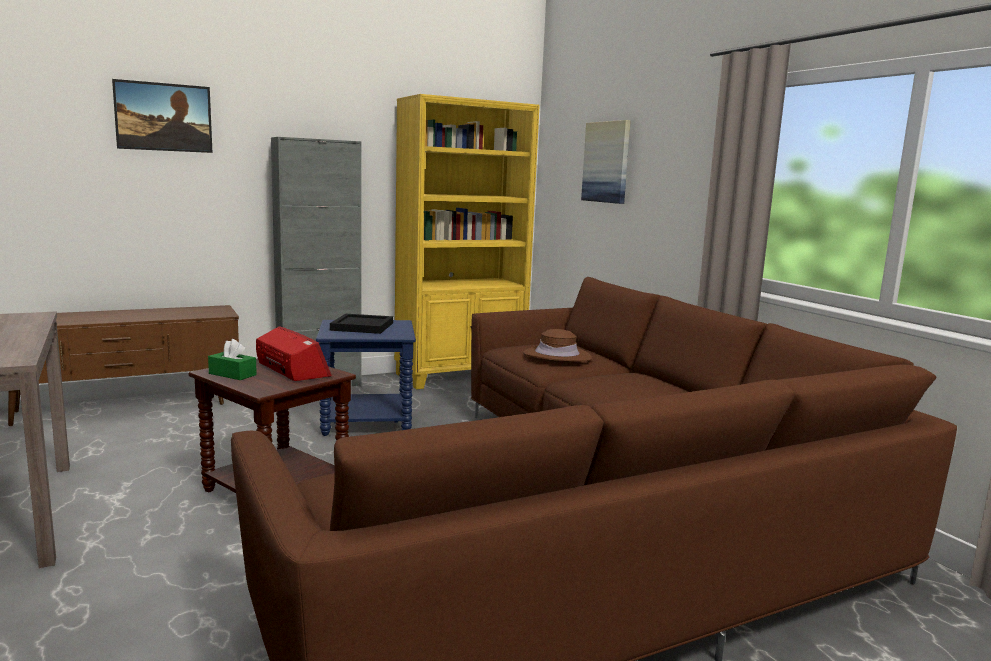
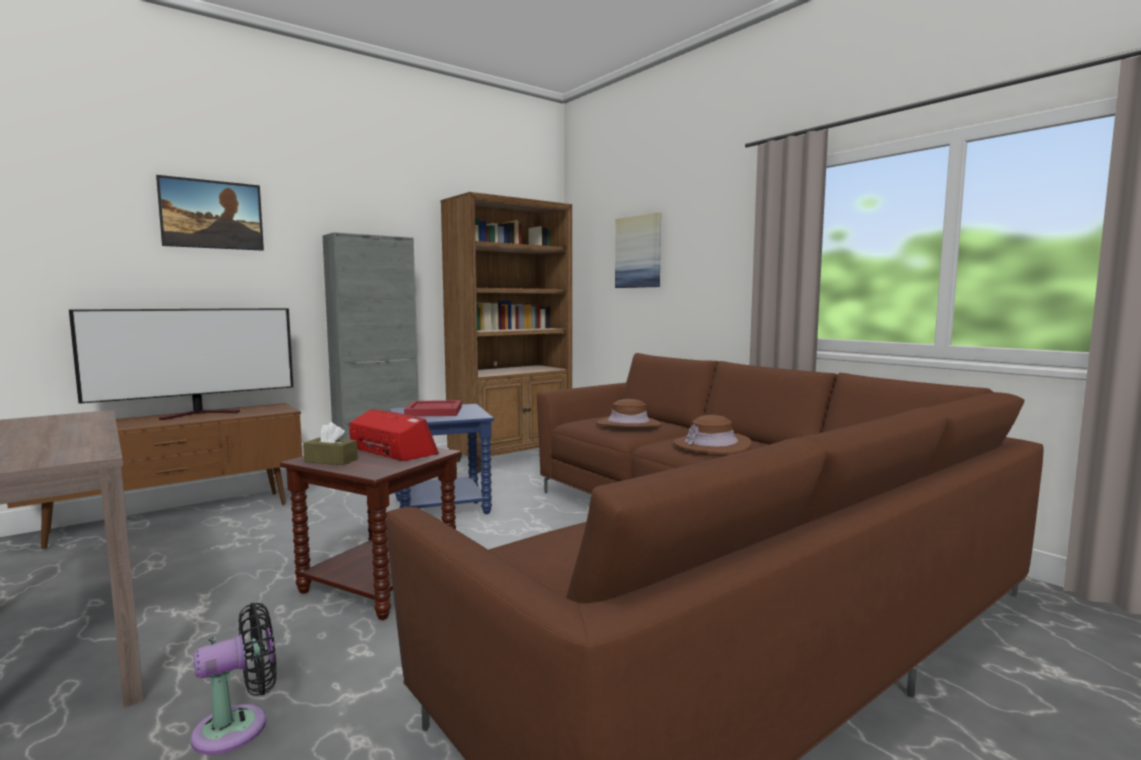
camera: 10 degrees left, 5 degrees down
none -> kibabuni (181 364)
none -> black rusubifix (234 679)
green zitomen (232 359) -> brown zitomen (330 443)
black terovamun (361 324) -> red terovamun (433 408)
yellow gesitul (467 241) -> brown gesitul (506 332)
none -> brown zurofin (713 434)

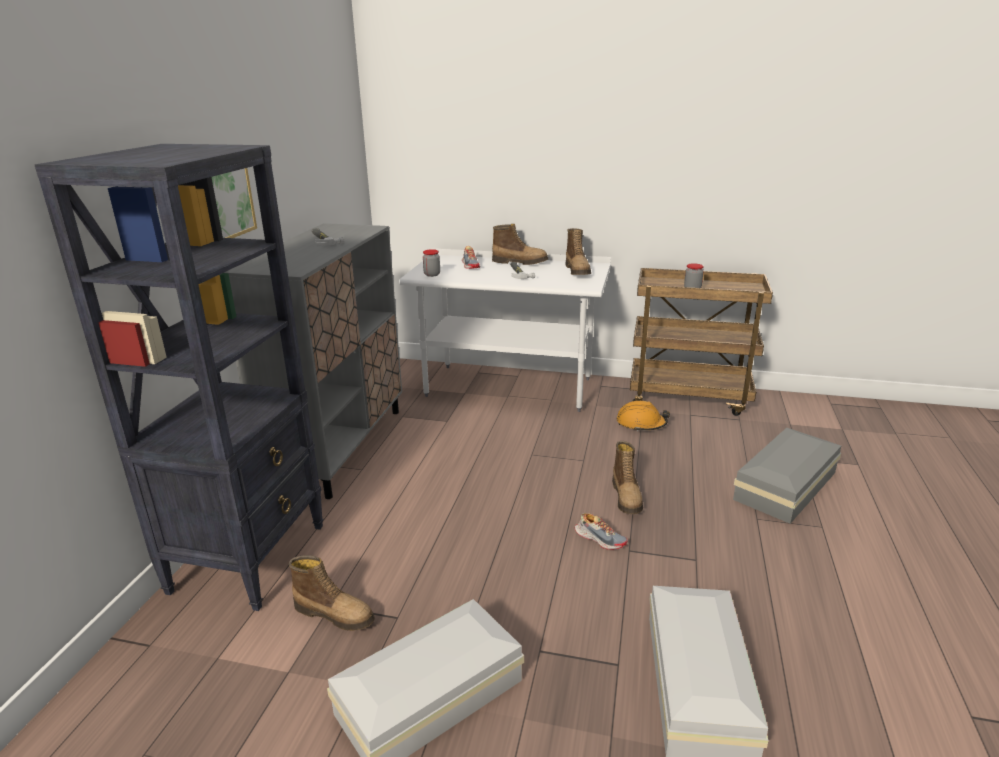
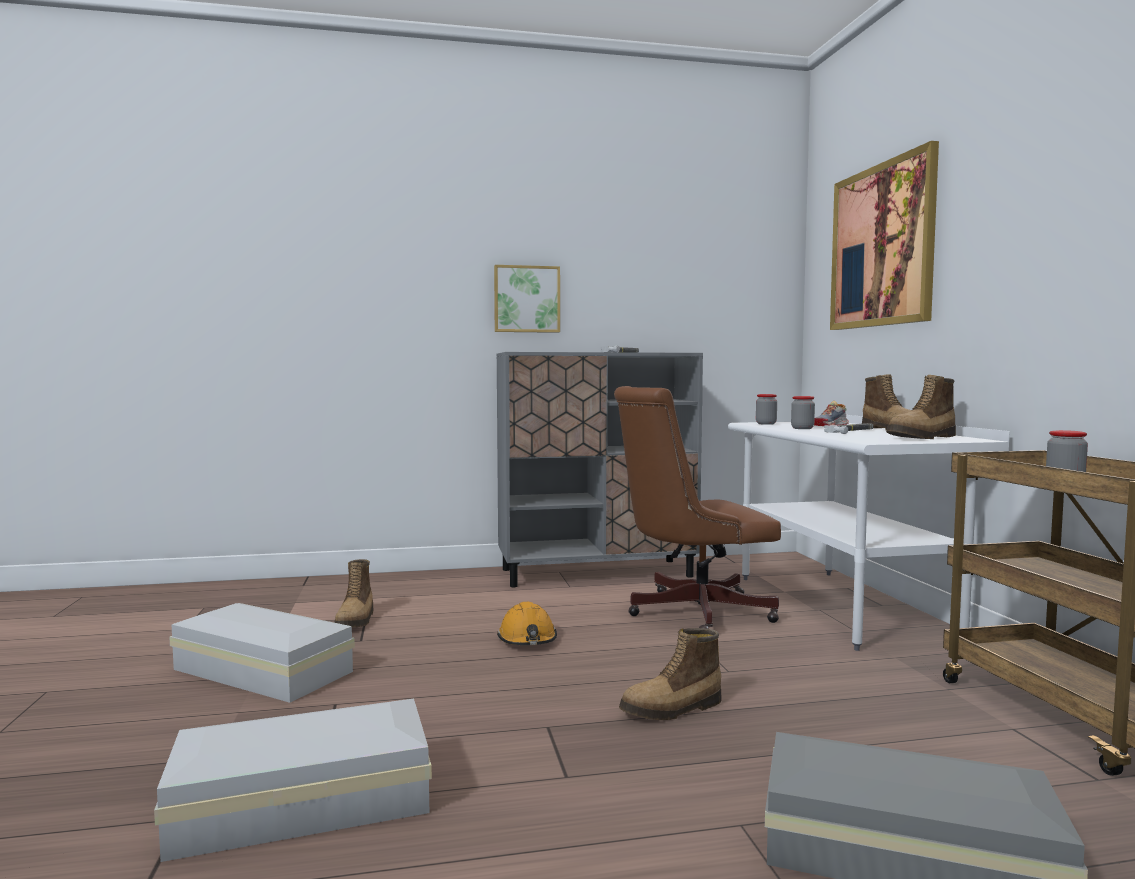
camera: 65 degrees right, 20 degrees down
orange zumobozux (643 416) -> orange zumobozux (527 623), shifted
none -> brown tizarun (697 507)
none -> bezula (803 412)
none -> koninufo (884 235)
black gesitul (179 377) -> none
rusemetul (601 531) -> none

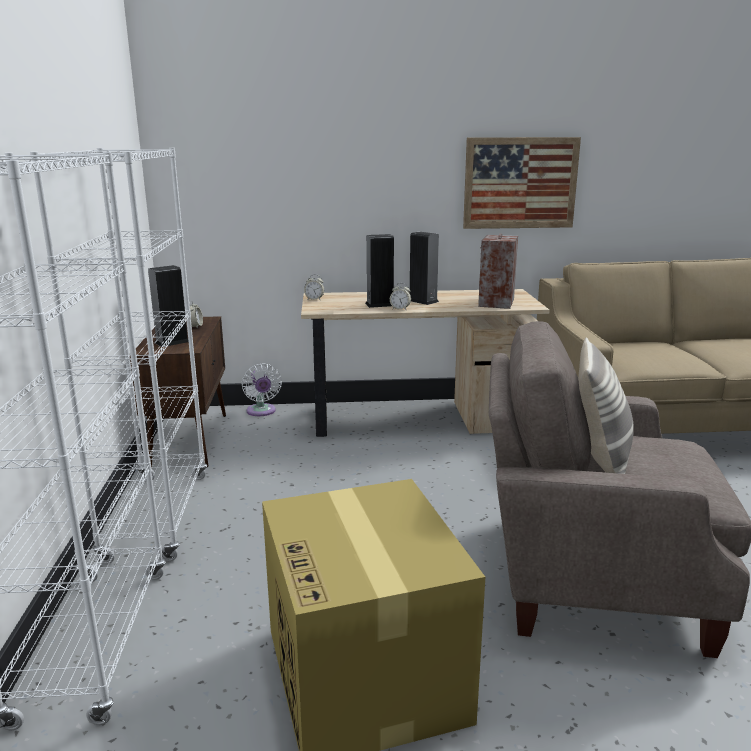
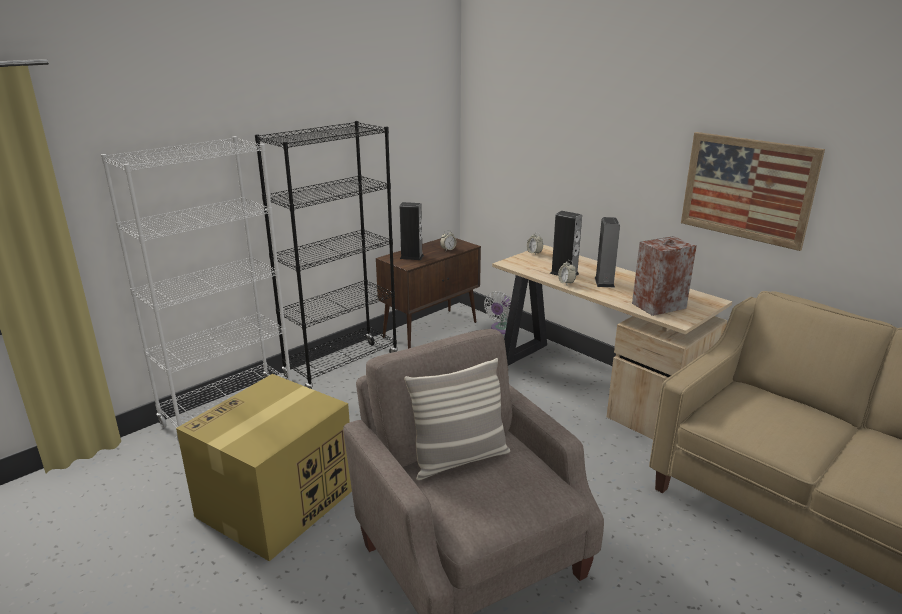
camera: 50 degrees right, 5 degrees up
white gesitul (118 356) -> black gesitul (326 255)

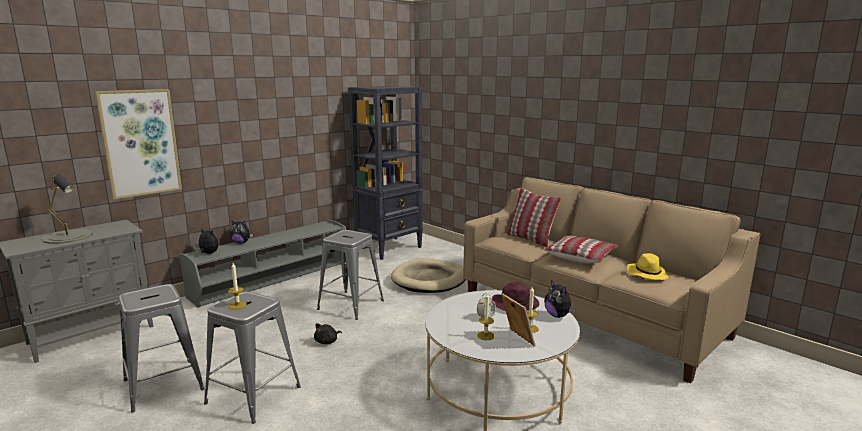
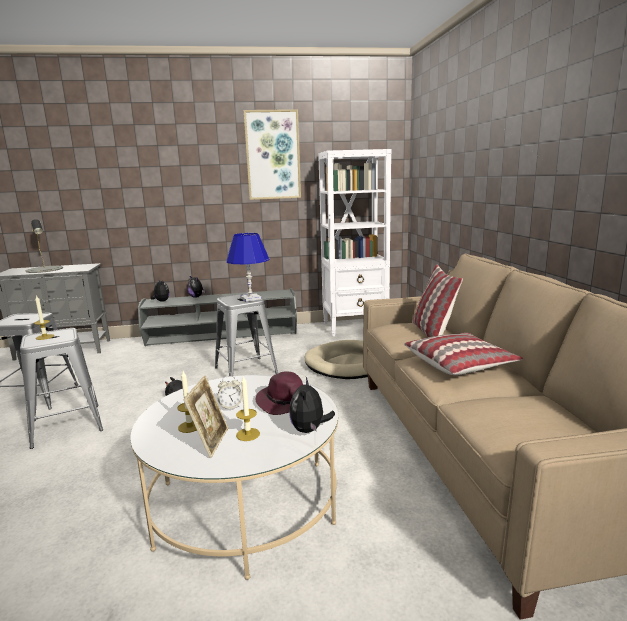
camera: 35 degrees right, 0 degrees up
none -> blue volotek (248 267)
koninufo (138 144) -> koninufo (272 154), shifted
black gesitul (385 173) -> white gesitul (355 242)
yellow zurofin (648 266) -> none

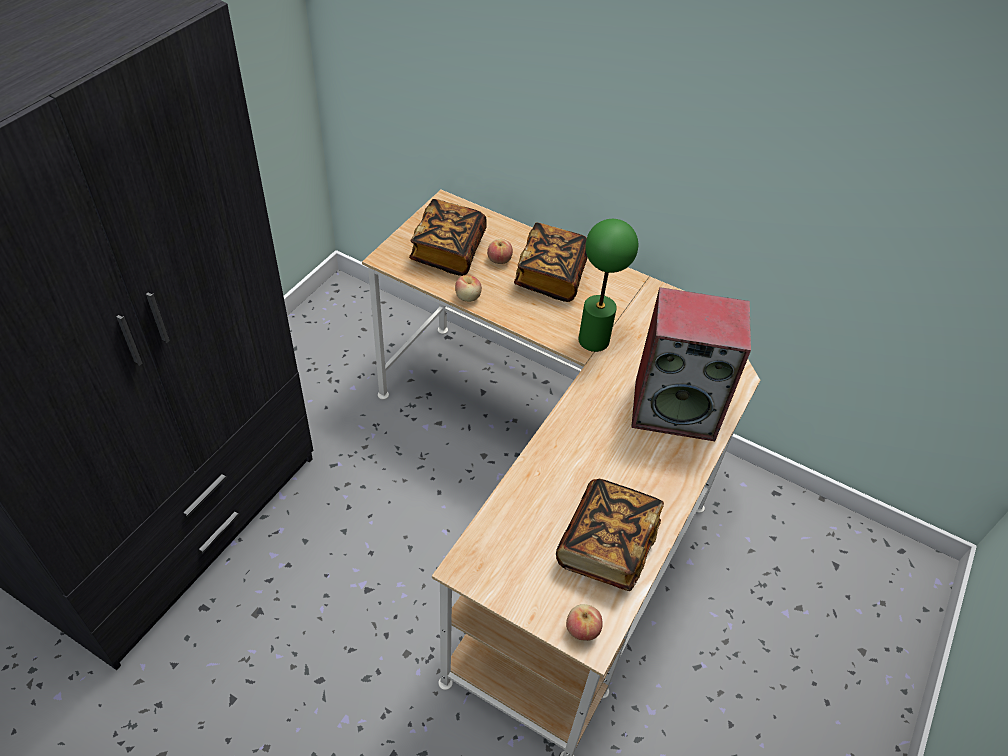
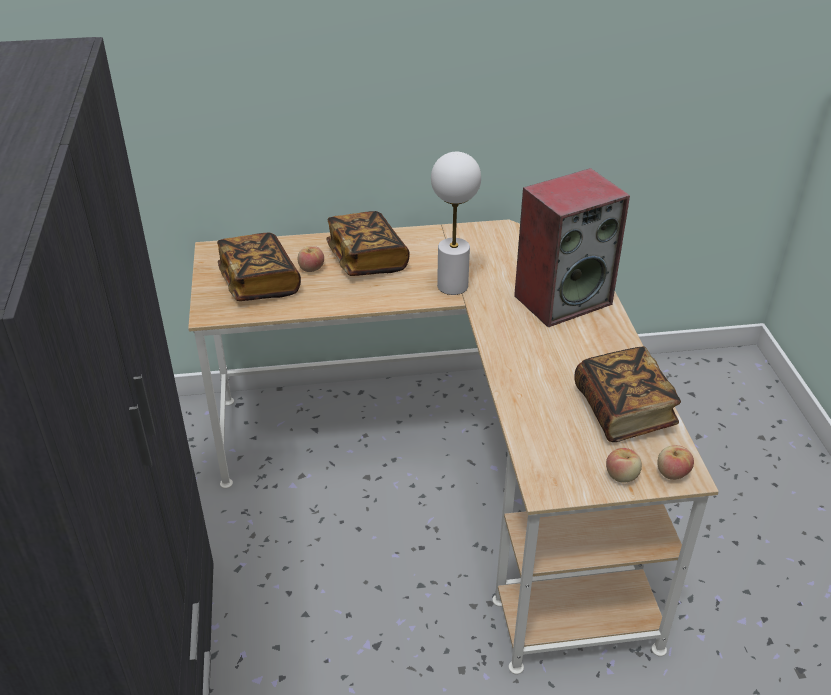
camera: 35 degrees left, 10 degrees down
green volotek (608 285) -> white volotek (456 223)
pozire (468 288) -> pozire (624 465), shifted

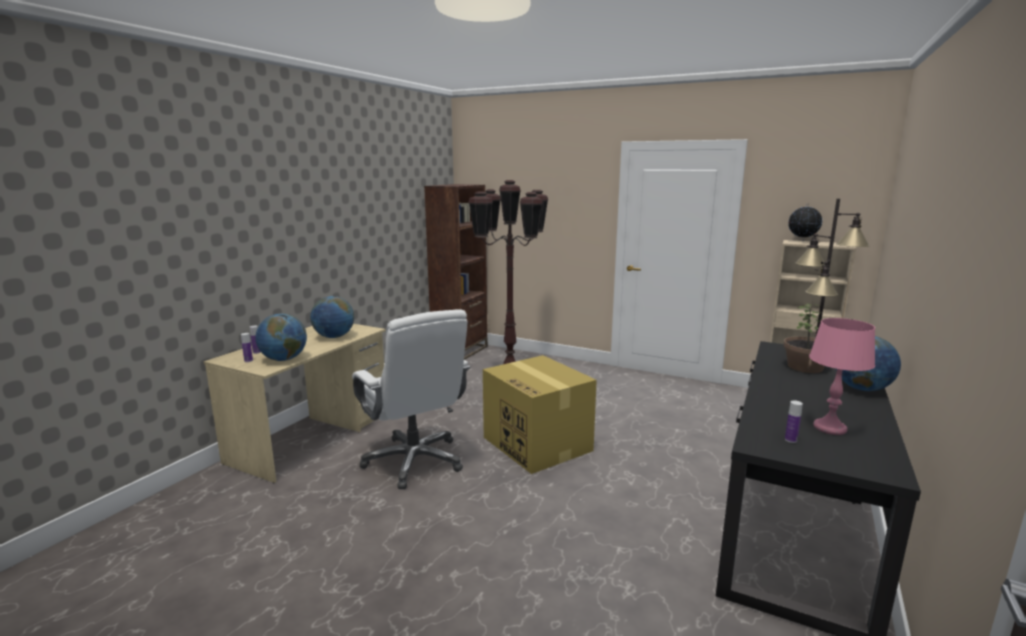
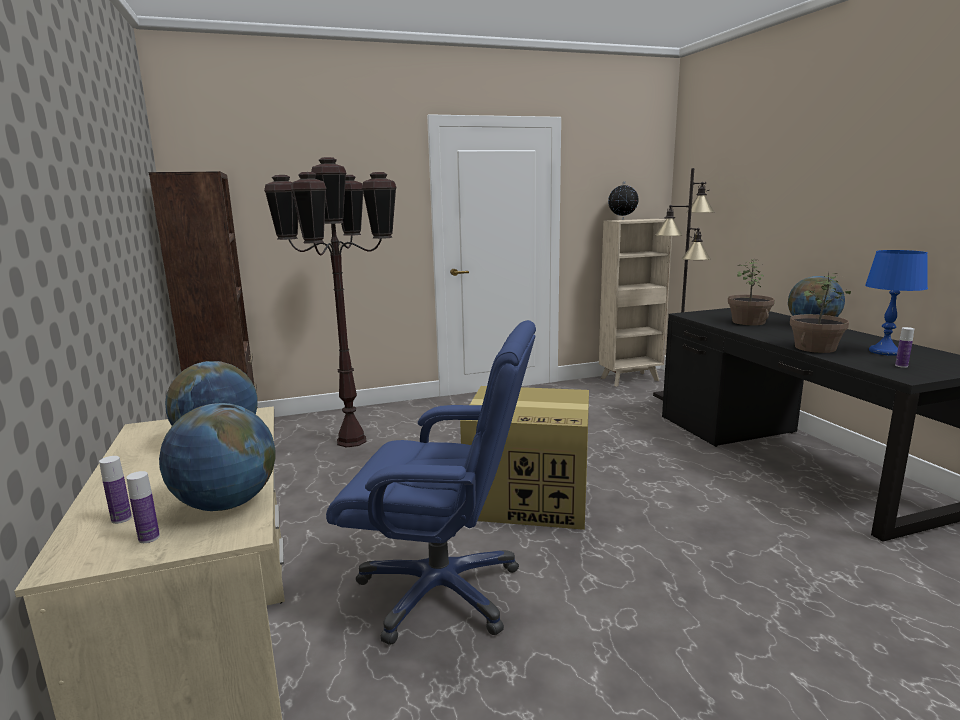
camera: 45 degrees left, 0 degrees up
white tizarun (411 399) -> blue tizarun (431 482)
none -> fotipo (820 312)
pink volotek (842 376) -> blue volotek (896 303)

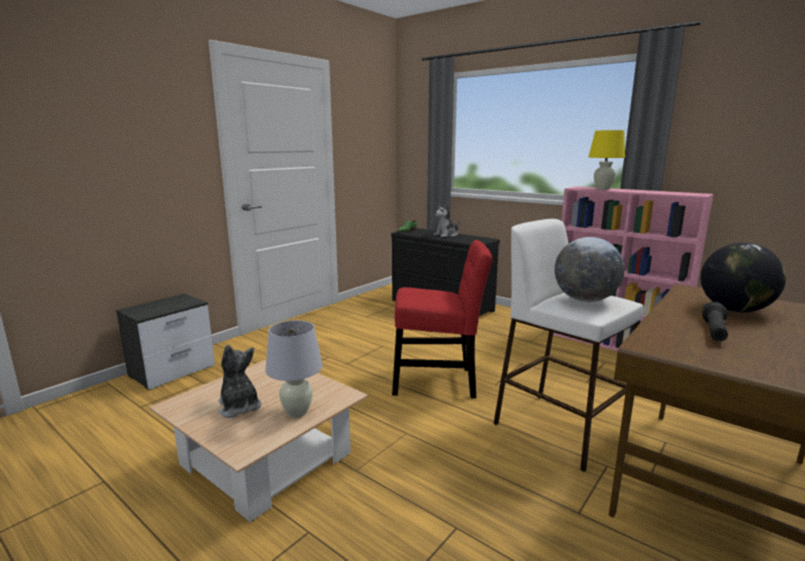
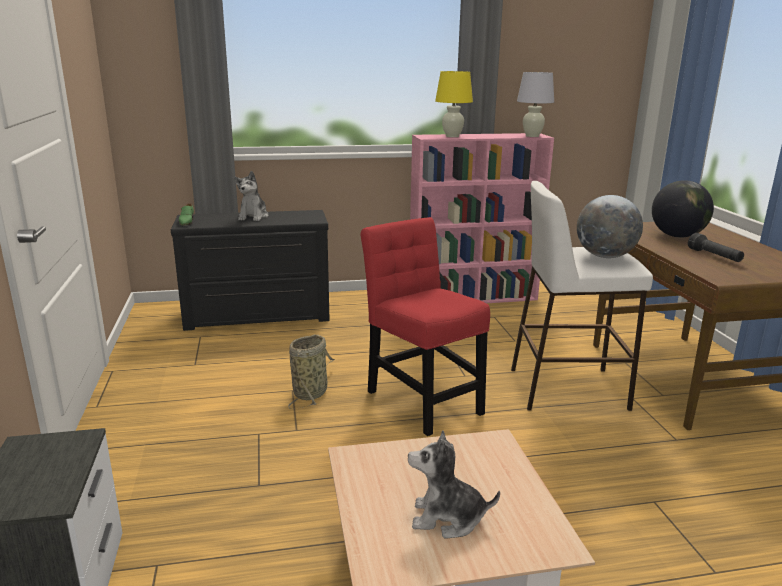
camera: 50 degrees left, 5 degrees up
none -> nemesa (311 372)
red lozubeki (442 319) -> red lozubeki (425 326), 75 degrees counterclockwise
white volotek (294 369) -> white volotek (535 104), shifted

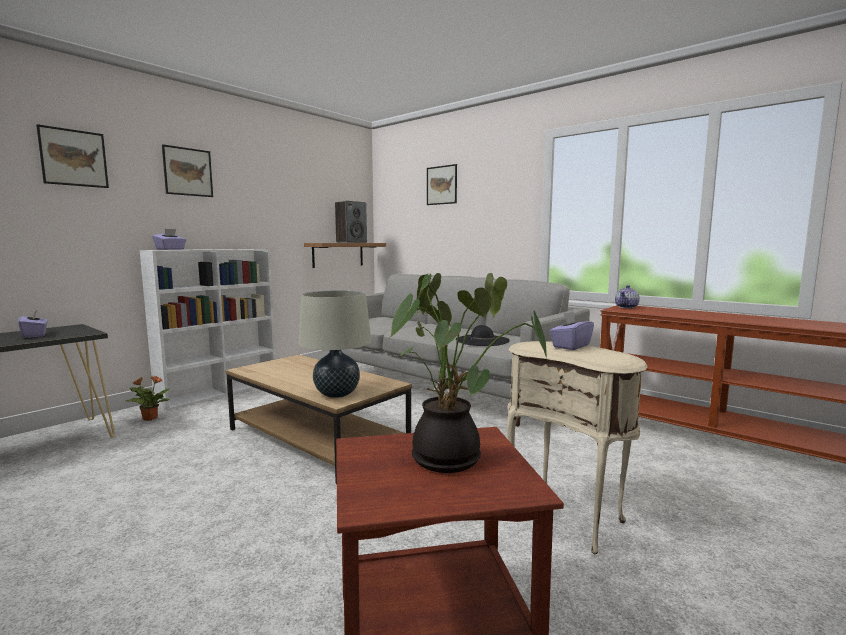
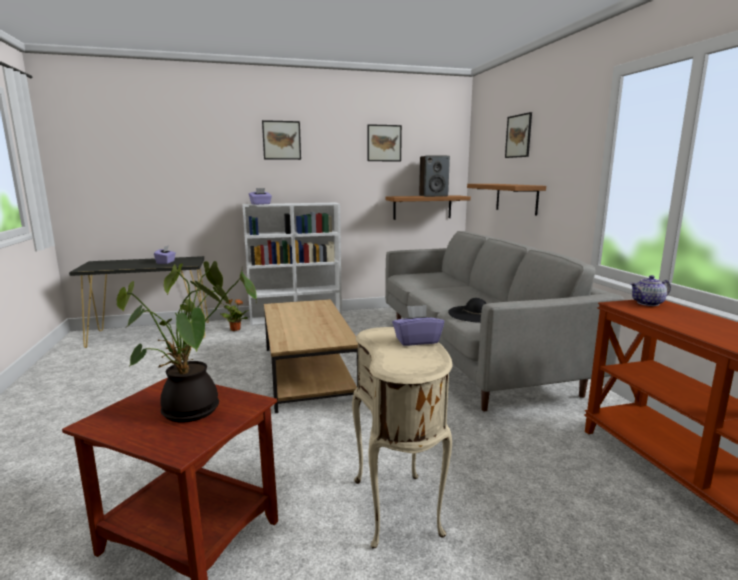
camera: 35 degrees right, 5 degrees up
koninufo (72 156) -> koninufo (384 142), shifted
none -> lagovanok (506 199)
beige volotek (335 344) -> none

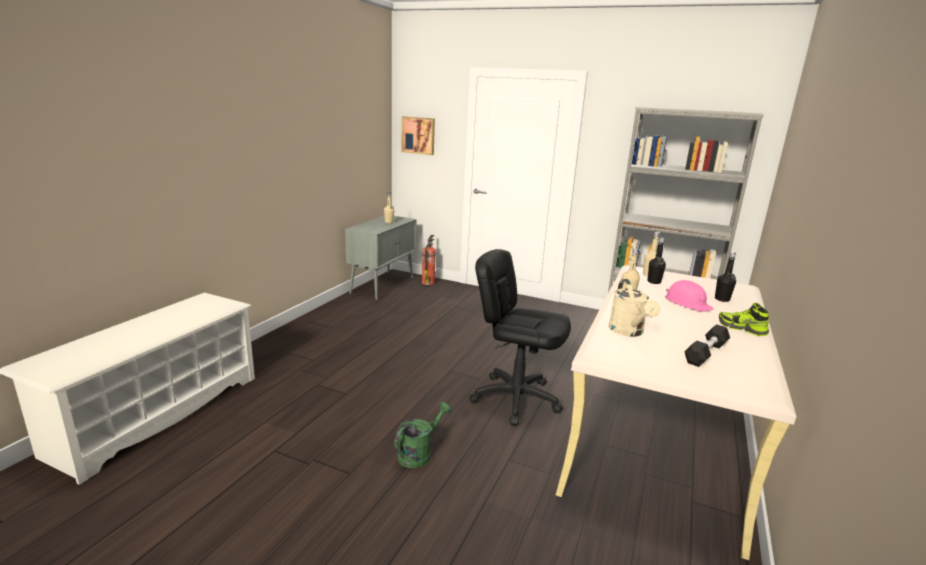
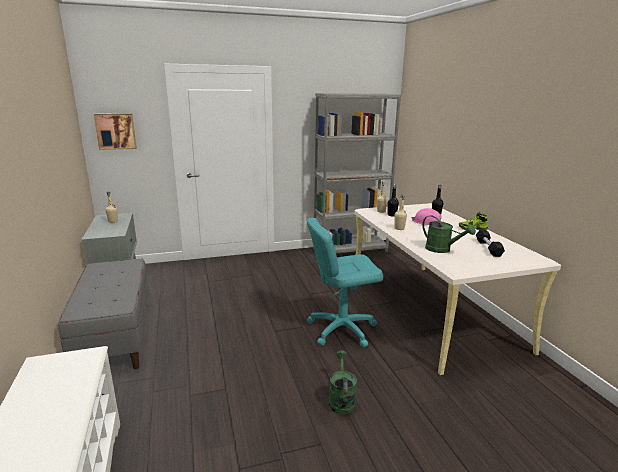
camera: 40 degrees left, 0 degrees up
none -> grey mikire (103 313)
black tizarun (520 337) -> turquoise tizarun (345 282)
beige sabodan (634 308) -> green sabodan (449 234)
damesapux (429 260) -> none

